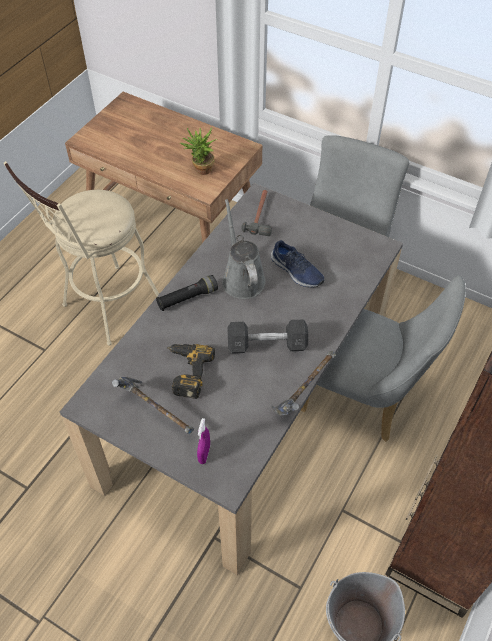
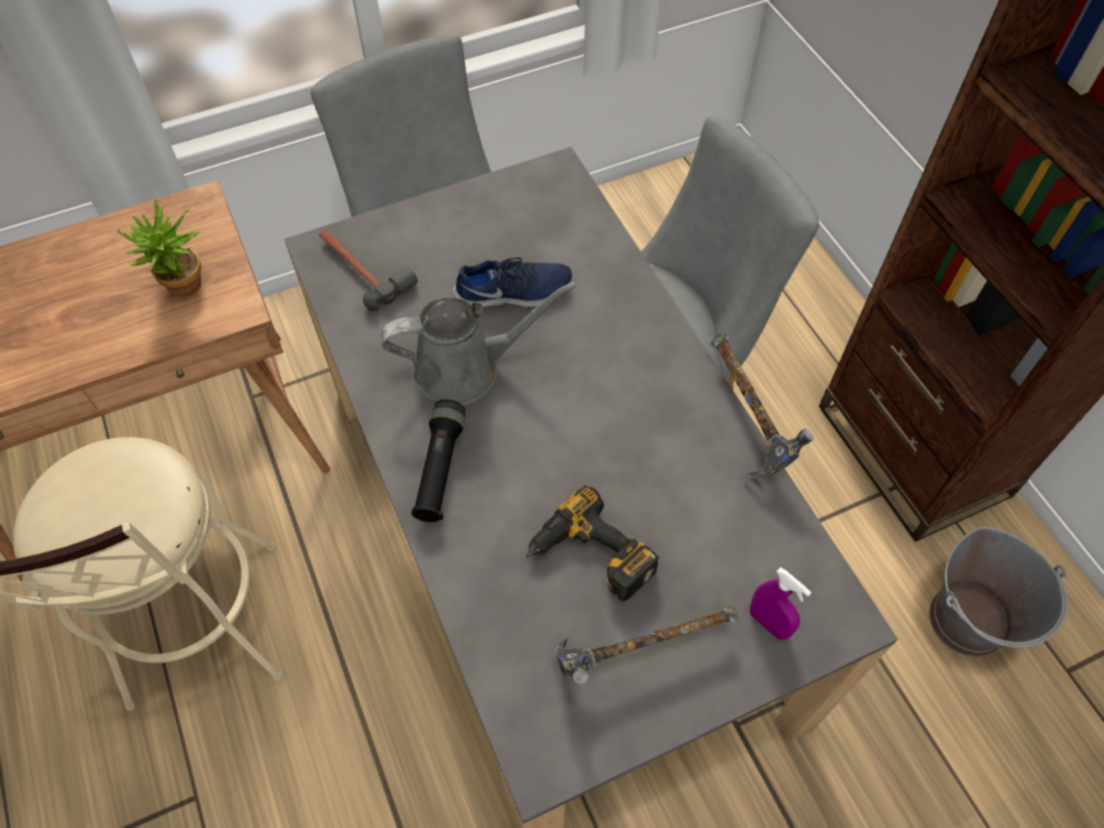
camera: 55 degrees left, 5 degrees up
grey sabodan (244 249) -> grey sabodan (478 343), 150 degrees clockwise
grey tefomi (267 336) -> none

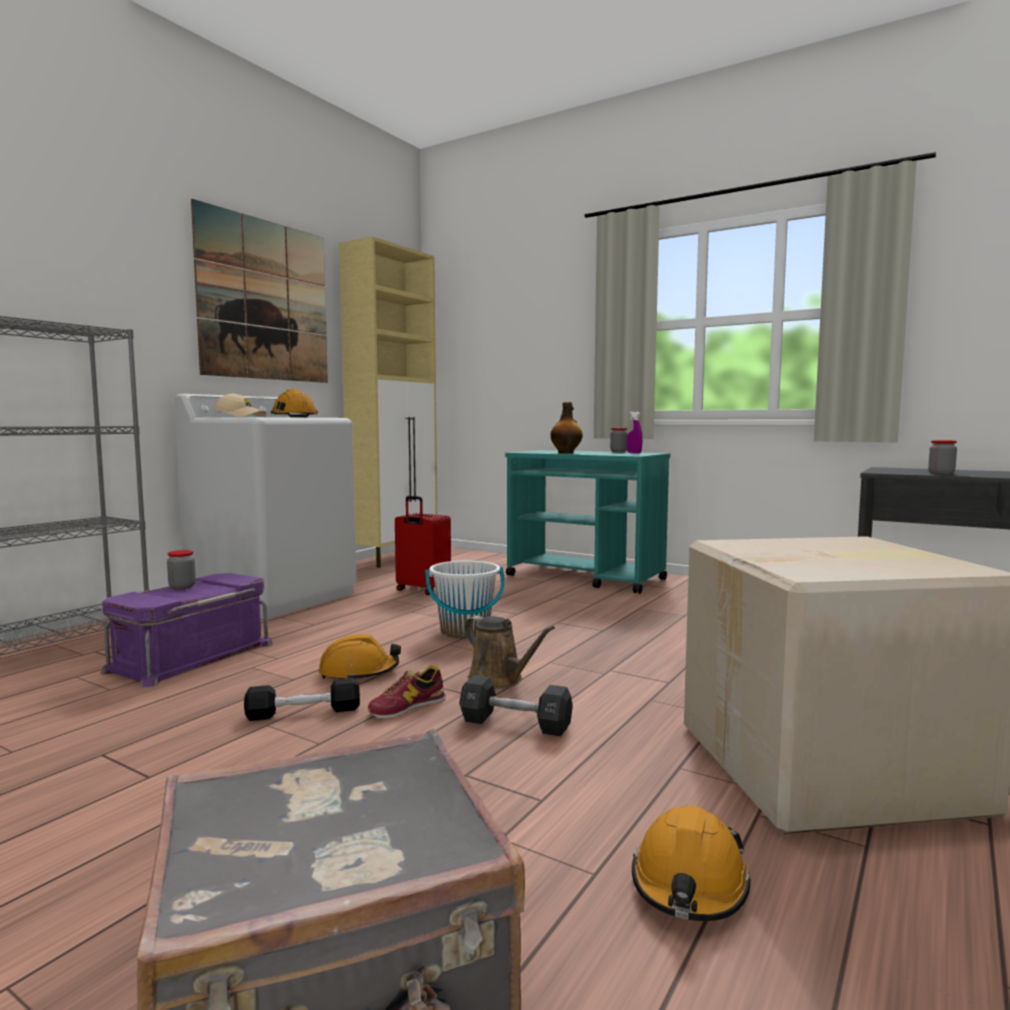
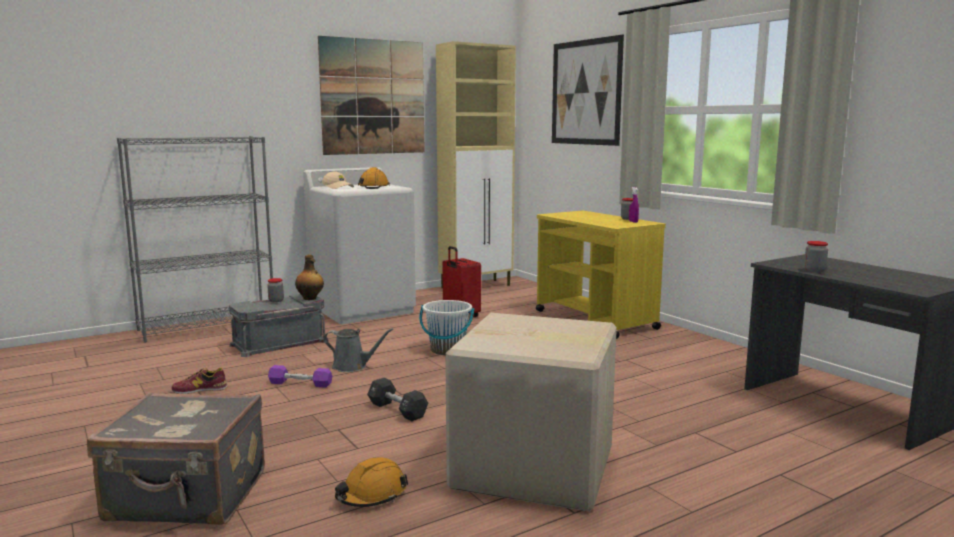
camera: 25 degrees right, 5 degrees up
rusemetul (407 692) -> rusemetul (200 380), shifted
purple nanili (186 630) -> grey nanili (279 325)
black tefomi (302 699) -> purple tefomi (300 376)
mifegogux (566 428) -> mifegogux (309 277), shifted
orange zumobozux (360 656) -> grey sabodan (358 350)
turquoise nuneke (587 522) -> yellow nuneke (601 275)
none -> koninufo (588 90)
brown sabodan (509 652) -> none

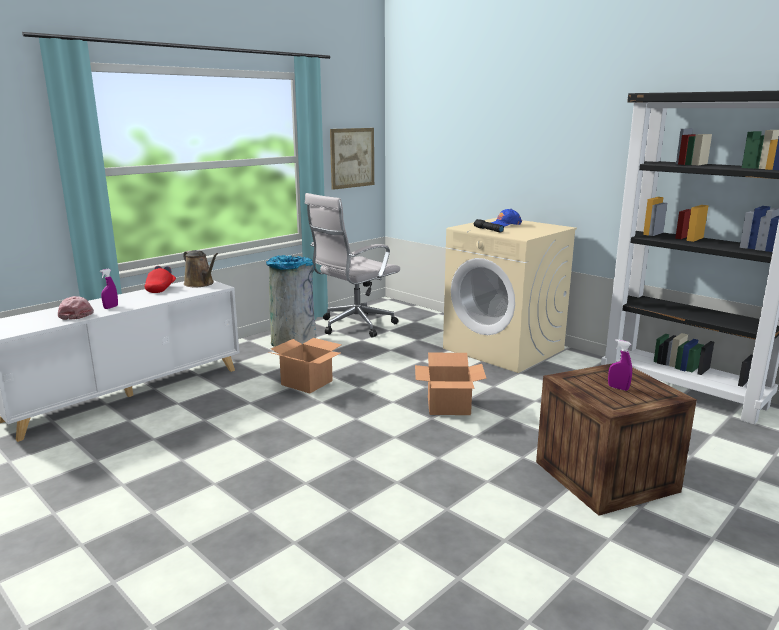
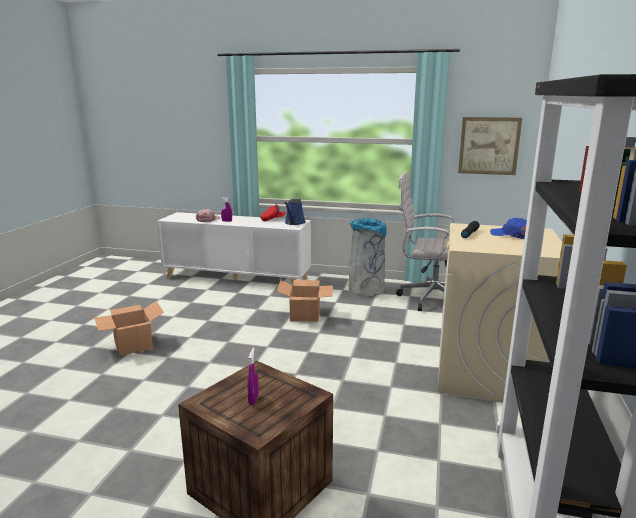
camera: 60 degrees right, 0 degrees up
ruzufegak (451 384) -> ruzufegak (129 328), shifted
brown sabodan (200 268) -> blue sabodan (295 212)

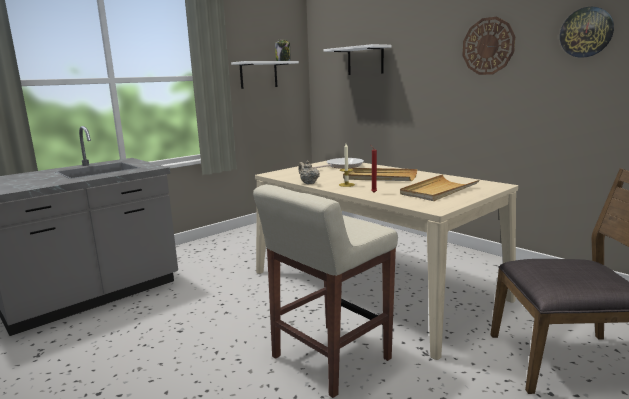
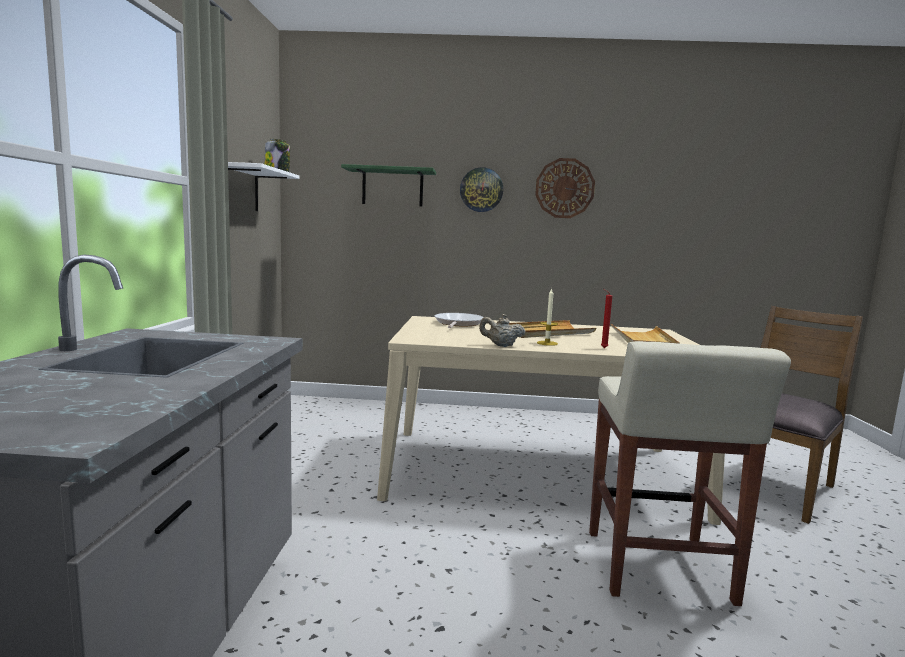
camera: 45 degrees left, 5 degrees down
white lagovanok (358 59) -> green lagovanok (388 185)
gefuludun (587 32) -> gefuludun (481 189), shifted

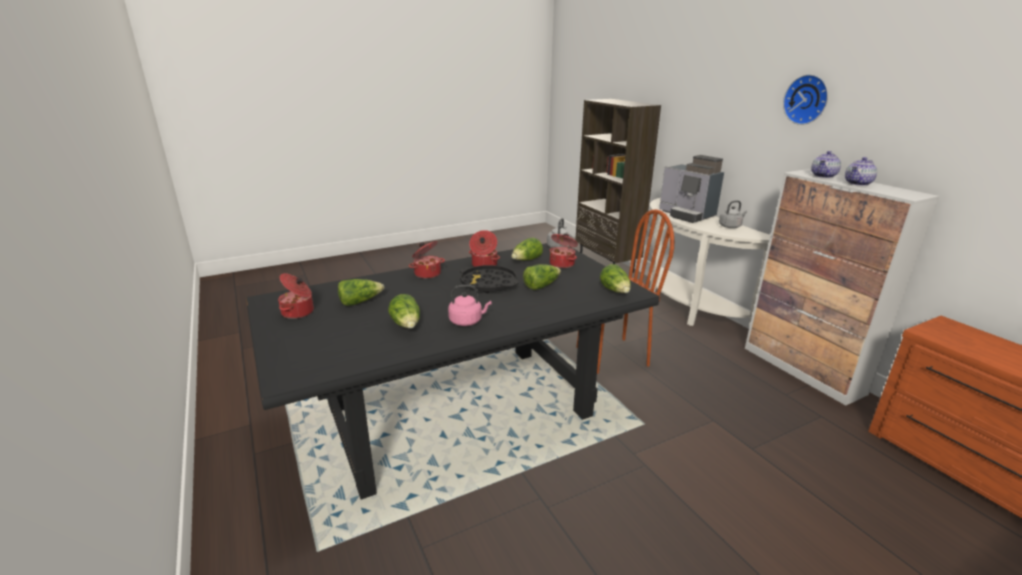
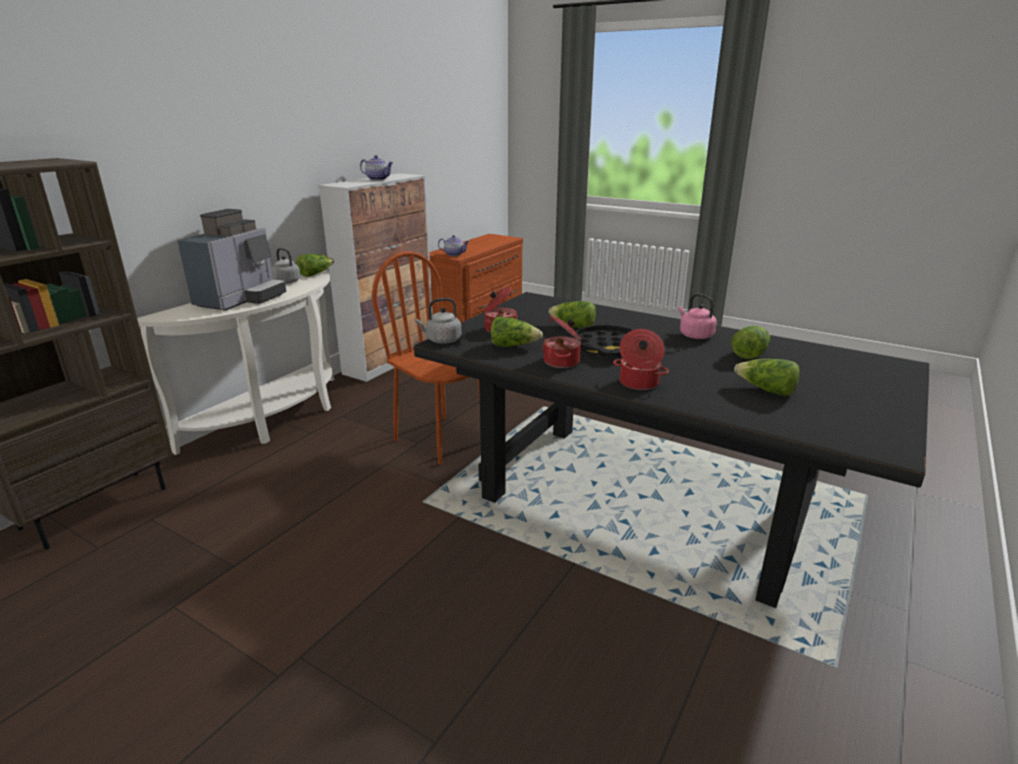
camera: 120 degrees left, 0 degrees up
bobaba (615 278) -> bobaba (315 265), shifted
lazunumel (826 164) -> lazunumel (454 245), shifted
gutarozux (296 296) -> none
gefuludun (805 99) -> none

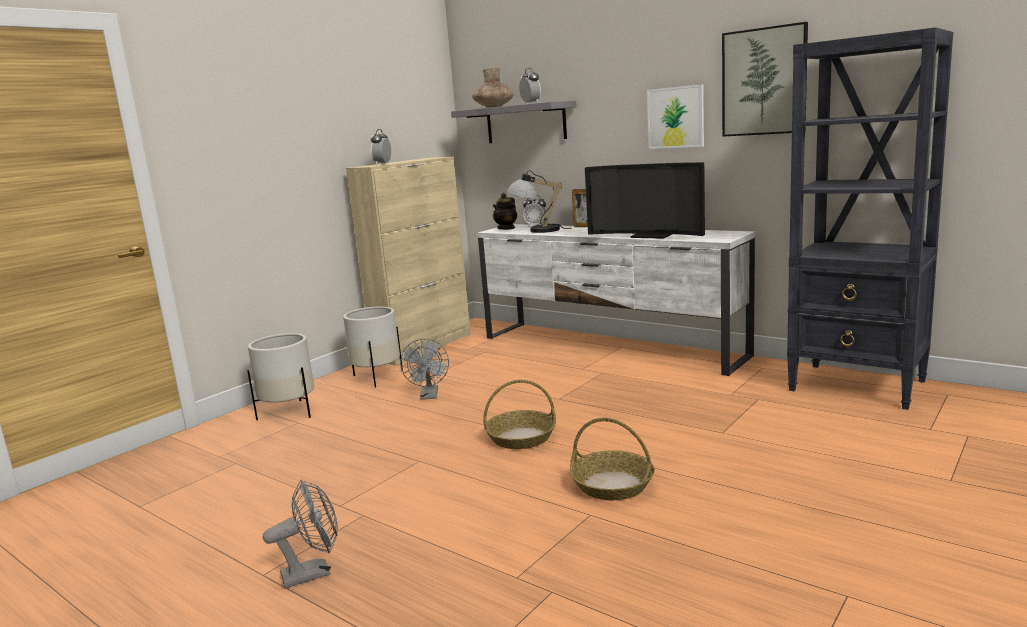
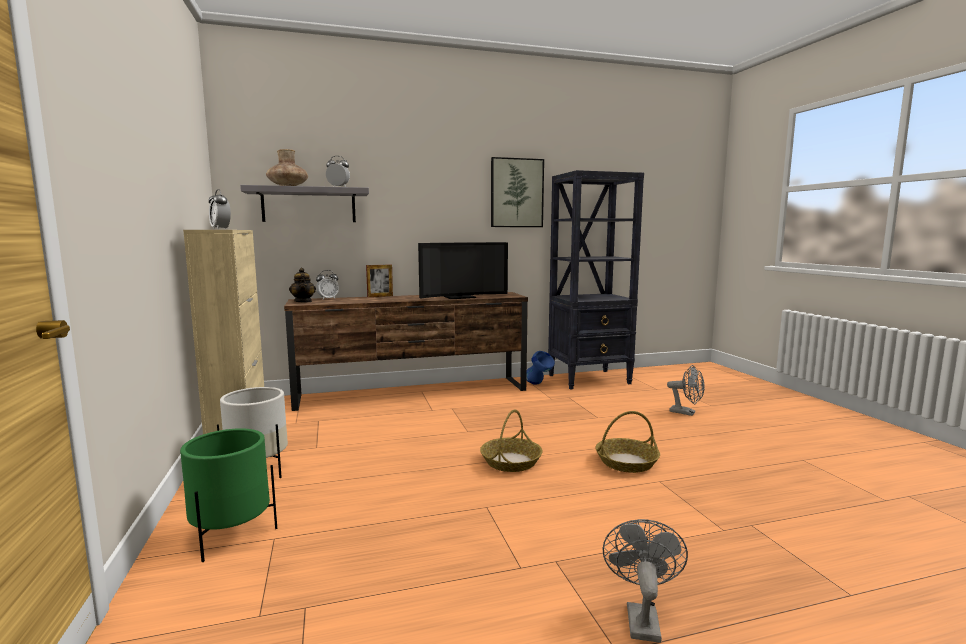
camera: 55 degrees left, 5 degrees down
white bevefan (280 376) -> green bevefan (228 495)
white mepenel (616 300) -> brown mepenel (406 351)
none -> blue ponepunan (540 368)
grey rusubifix (424 369) -> grey rusubifix (686 390), shifted
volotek (539 201) -> none
koninufo (675 117) -> none

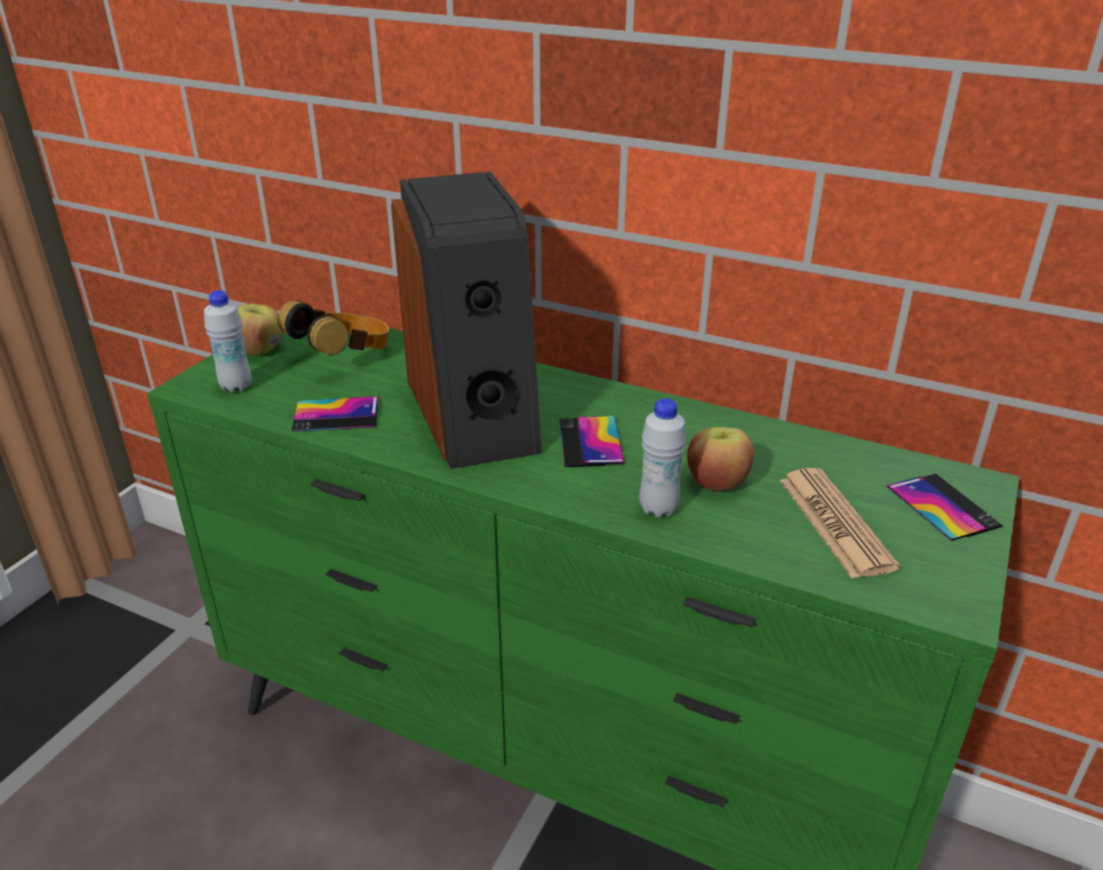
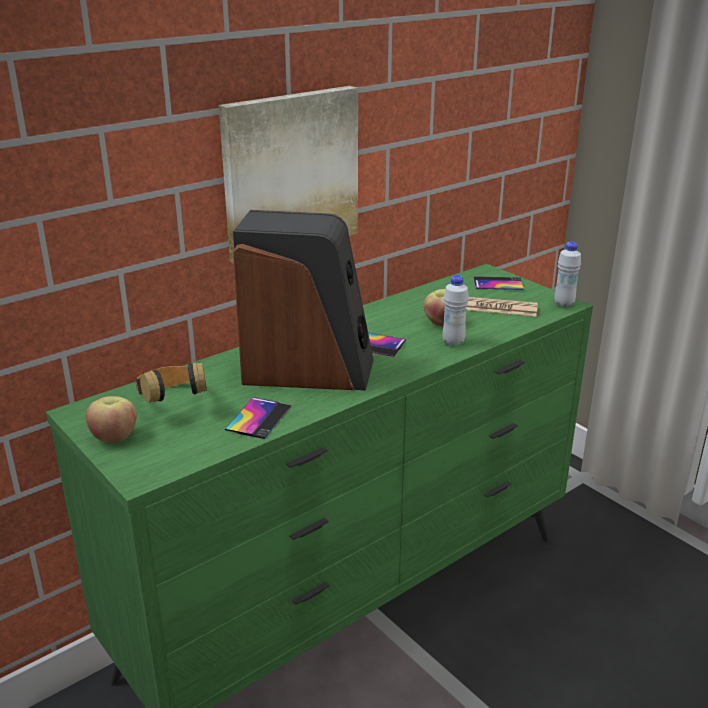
camera: 65 degrees left, 5 degrees down
none -> koninufo (288 175)
white mifegogux (227 341) -> white mifegogux (567 274), shifted

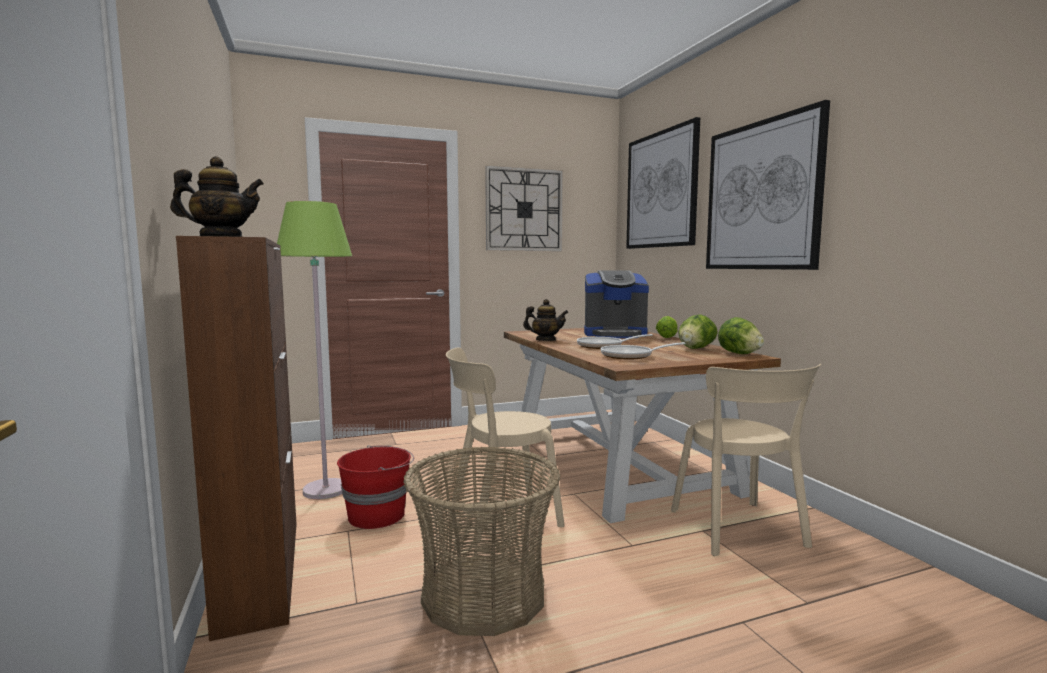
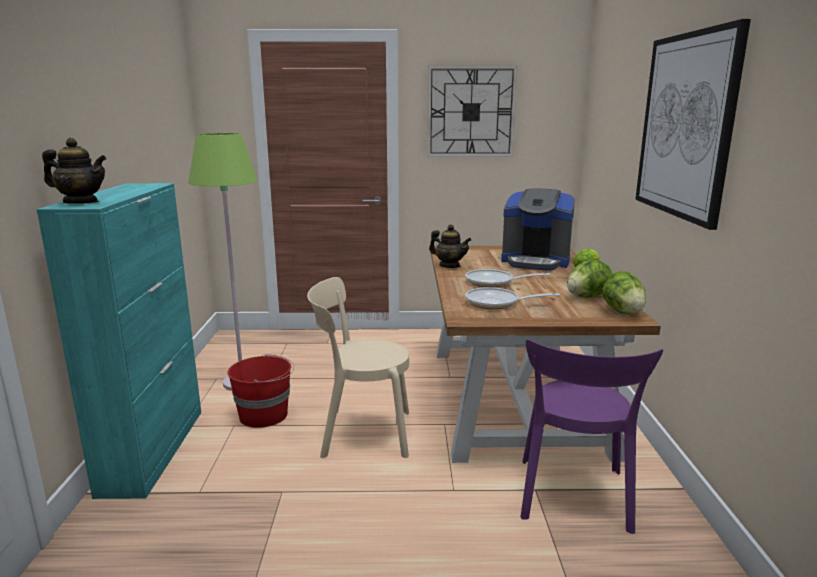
camera: 20 degrees right, 10 degrees up
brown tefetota (236 438) -> turquoise tefetota (118 341)
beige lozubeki (746 460) -> purple lozubeki (592 436)
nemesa (482 541) -> none
koninufo (663 183) -> none

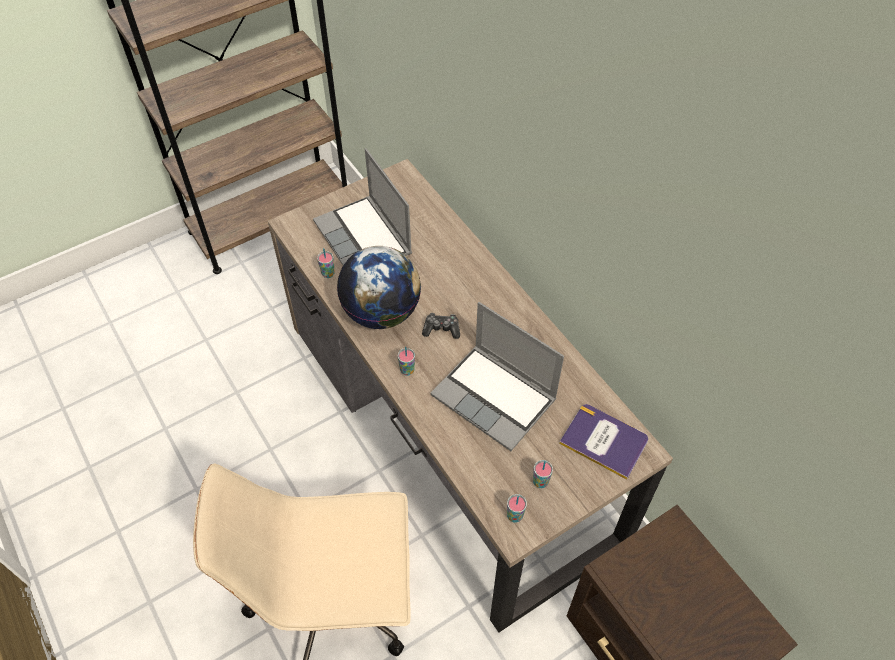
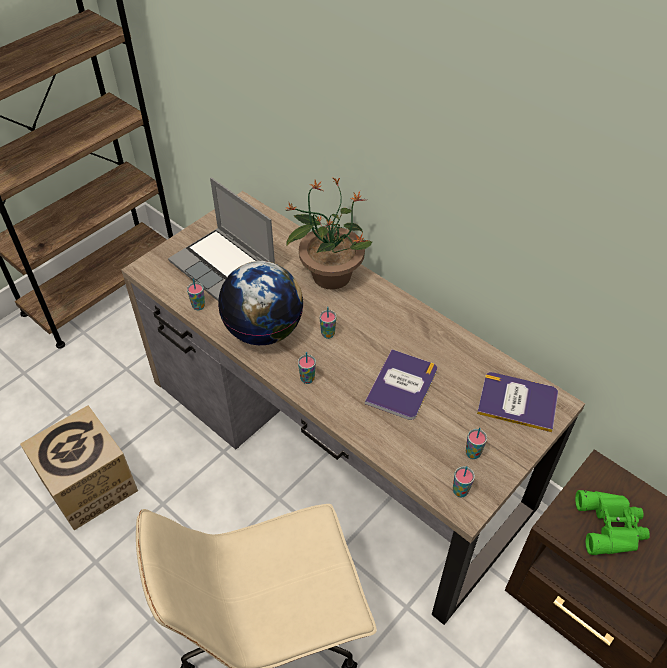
camera: 15 degrees left, 5 degrees down
none -> ruzufegak (79 467)
none -> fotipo (328 233)
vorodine (441 326) -> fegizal (328 322)
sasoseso (497 376) -> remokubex (401 384)
none -> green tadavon (612 522)

